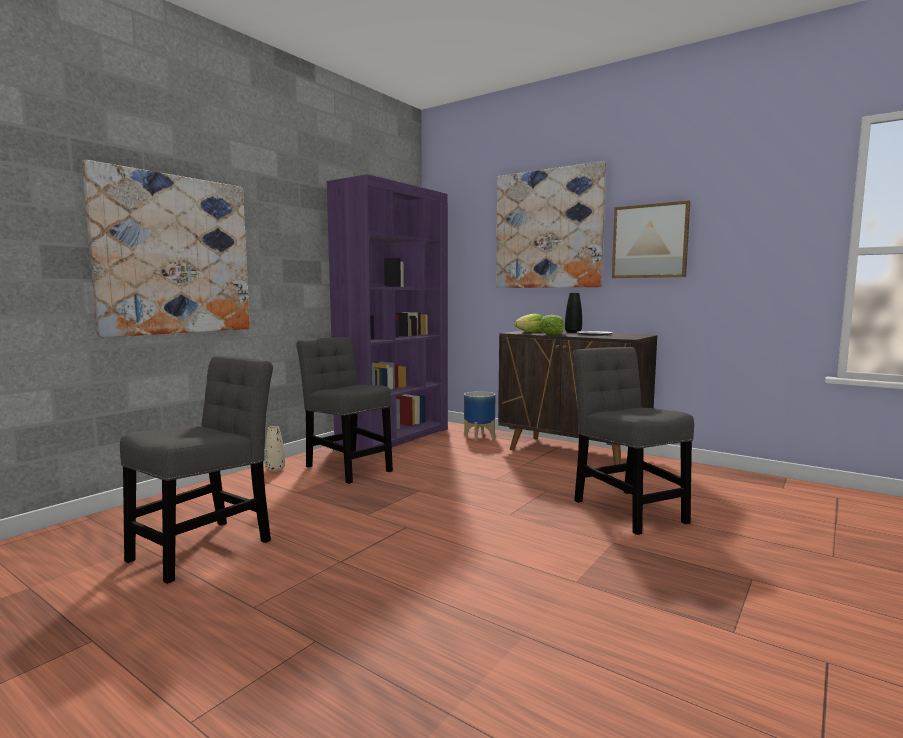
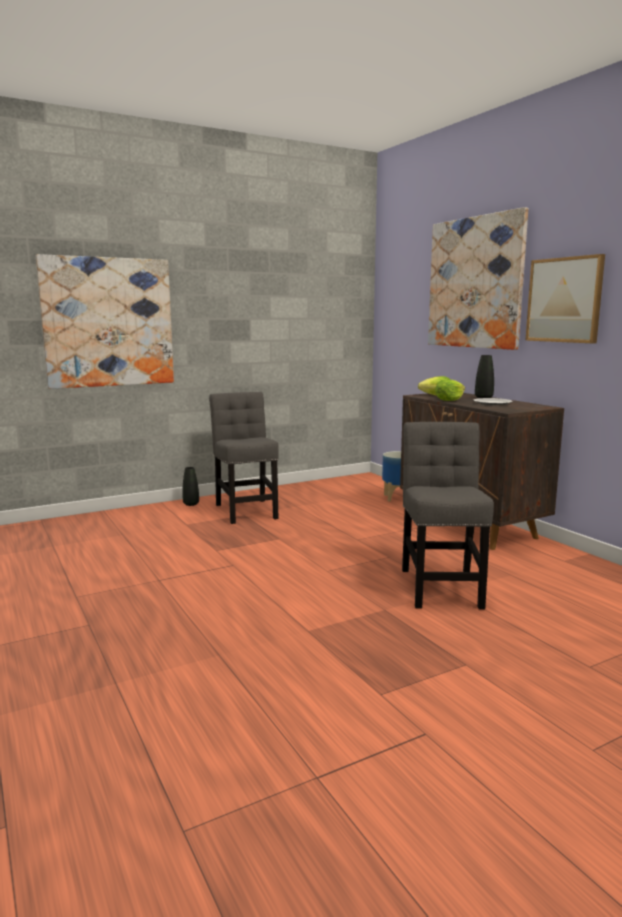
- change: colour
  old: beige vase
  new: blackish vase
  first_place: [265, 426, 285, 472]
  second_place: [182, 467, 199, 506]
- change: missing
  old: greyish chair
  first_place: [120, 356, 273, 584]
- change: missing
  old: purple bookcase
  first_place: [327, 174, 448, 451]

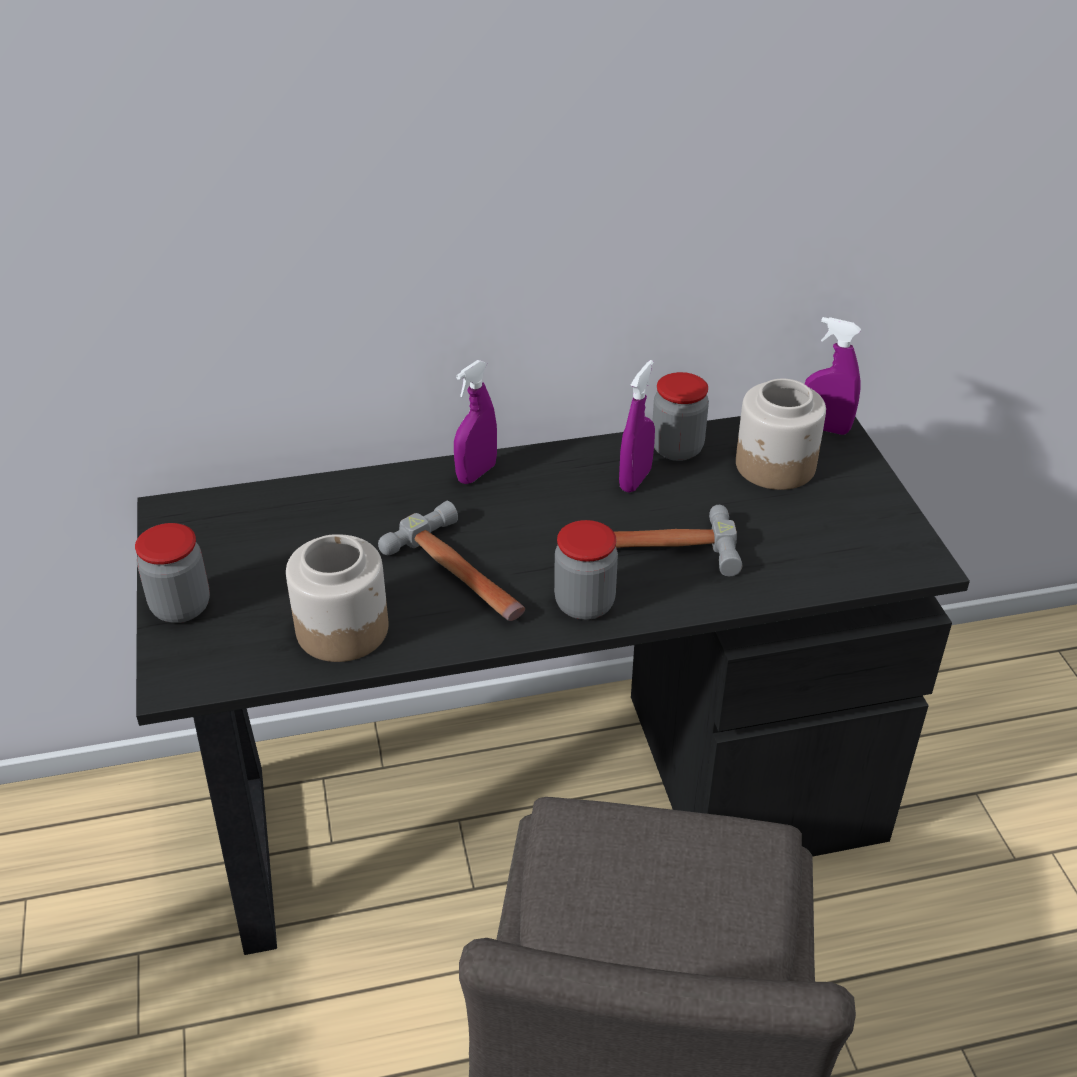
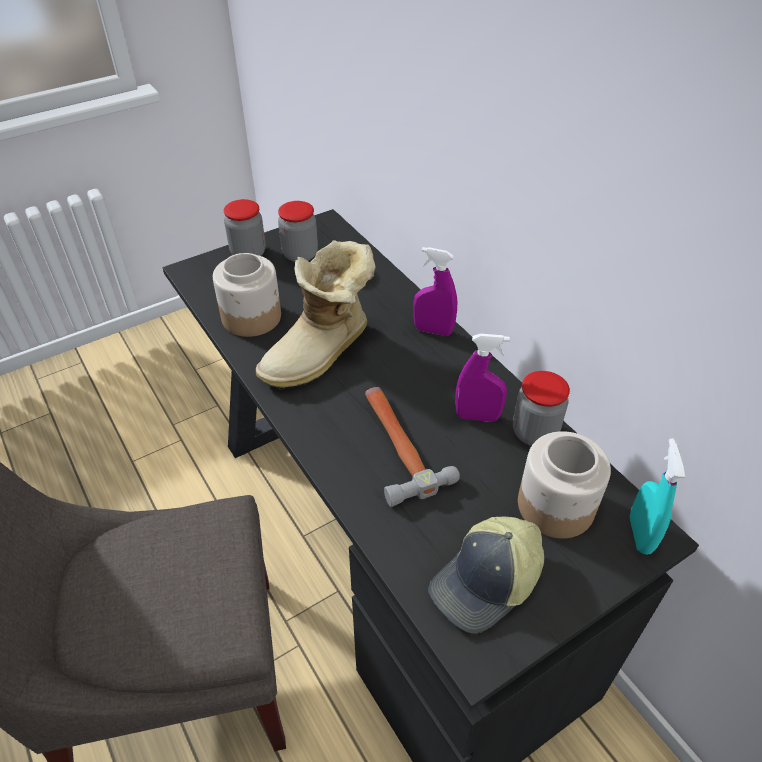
- change: exchanged
  old: hand hammer
  new: boot
  first_place: [378, 501, 525, 621]
  second_place: [256, 240, 376, 390]
- change: relocated
  old: preserve jar
  first_place: [554, 520, 618, 620]
  second_place: [278, 201, 318, 262]
- change: appeared
  new: peaked cap
  second_place: [428, 517, 544, 633]
- change: colour
  old: purple hand sprayer
  new: turquoise hand sprayer
  first_place: [805, 317, 861, 435]
  second_place: [630, 438, 685, 555]

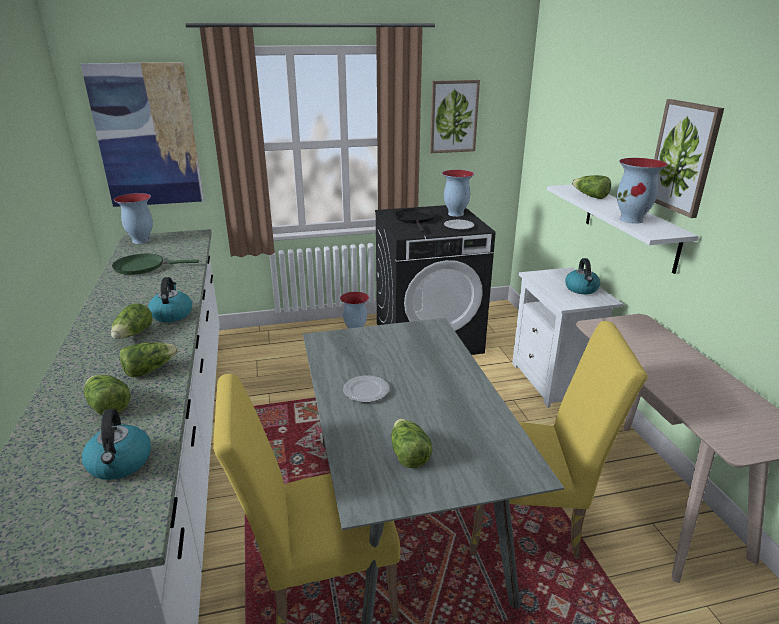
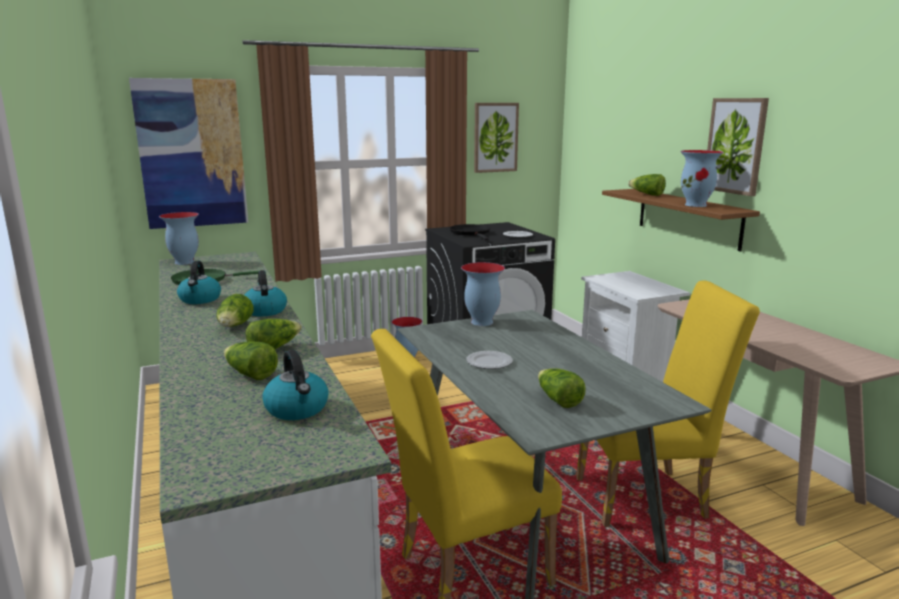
- change: relocated
  old: water kettle
  first_place: [565, 258, 600, 294]
  second_place: [177, 261, 221, 304]
- change: relocated
  old: vase
  first_place: [442, 170, 474, 217]
  second_place: [461, 262, 505, 326]
- change: colour
  old: white-coloured shelf
  new: brownish shelf
  first_place: [547, 185, 699, 274]
  second_place: [602, 189, 760, 251]

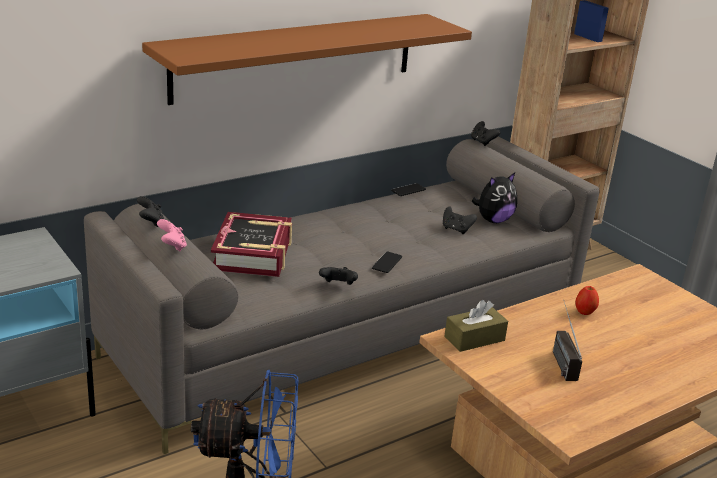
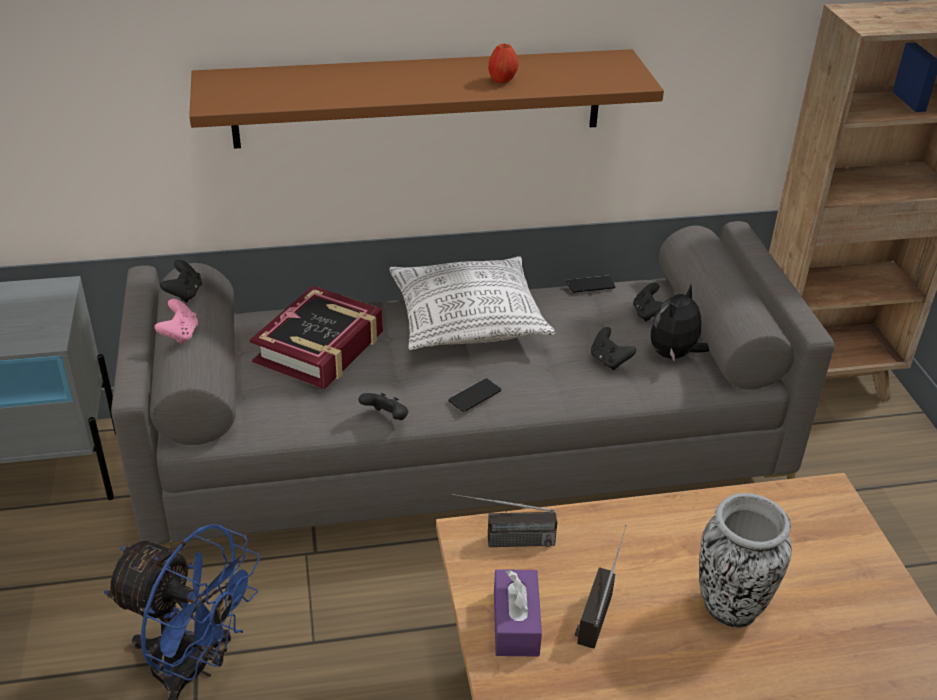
- change: appeared
  new: pillow
  second_place: [389, 256, 555, 350]
- change: exchanged
  old: brownish box of tissues
  new: radio set
  first_place: [444, 300, 508, 352]
  second_place: [452, 494, 557, 547]
- change: relocated
  old: apple fruit
  first_place: [575, 286, 599, 315]
  second_place: [488, 43, 519, 83]
- change: appeared
  new: purple box of tissues
  second_place: [494, 569, 542, 657]
- change: relocated
  old: blackish game controller
  first_place: [471, 121, 501, 146]
  second_place: [633, 283, 663, 322]
- change: spun
  old: cuddly toy
  first_place: [472, 173, 517, 223]
  second_place: [651, 284, 709, 362]
  degrees: 135
- change: appeared
  new: vase
  second_place: [699, 493, 792, 628]

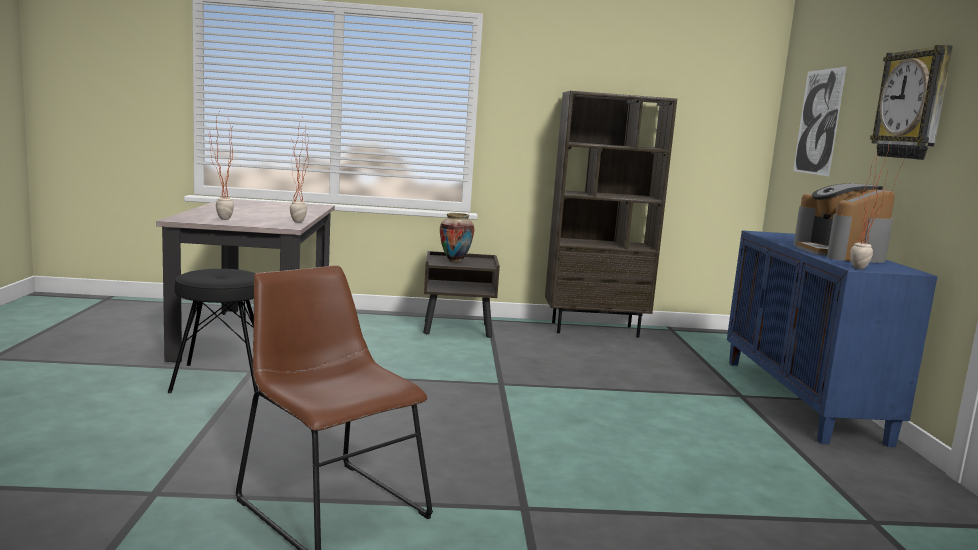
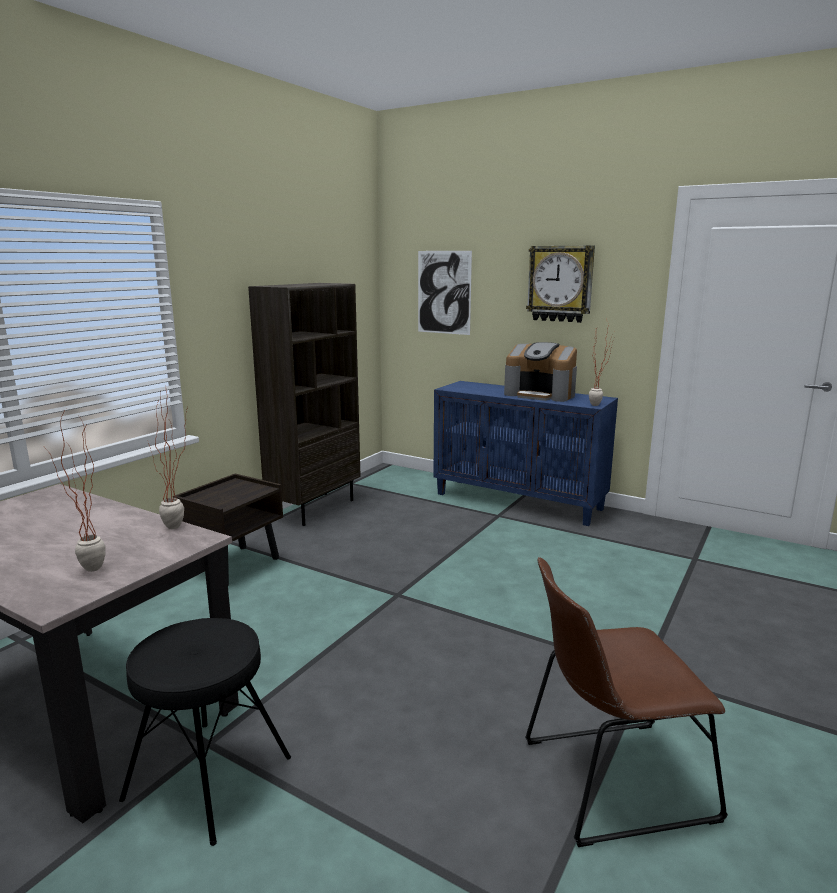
- change: missing
  old: vase
  first_place: [440, 213, 474, 263]

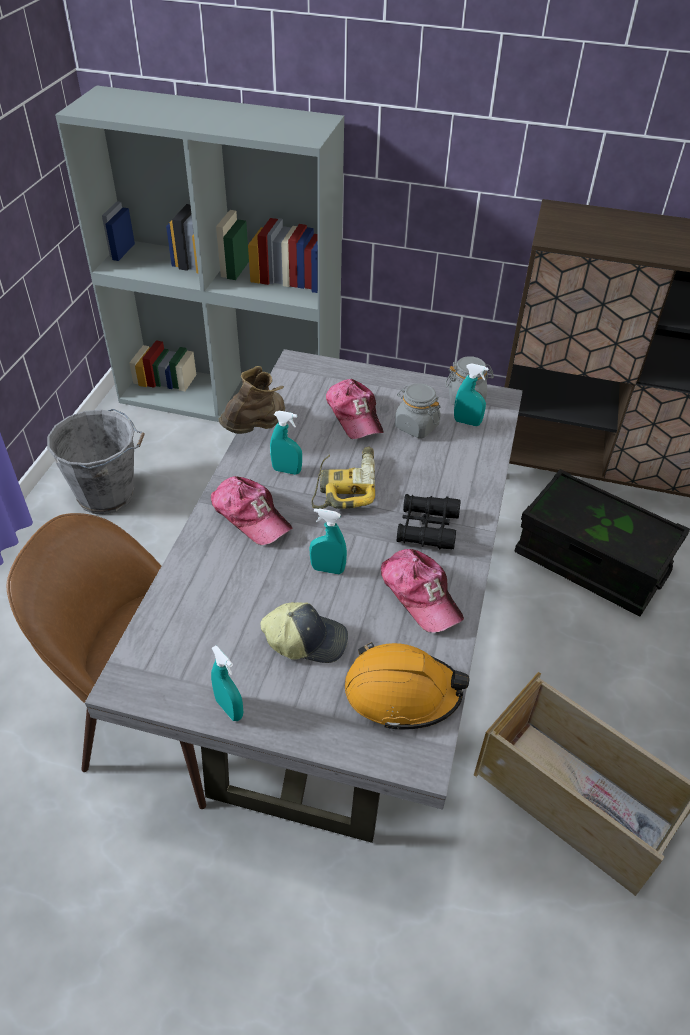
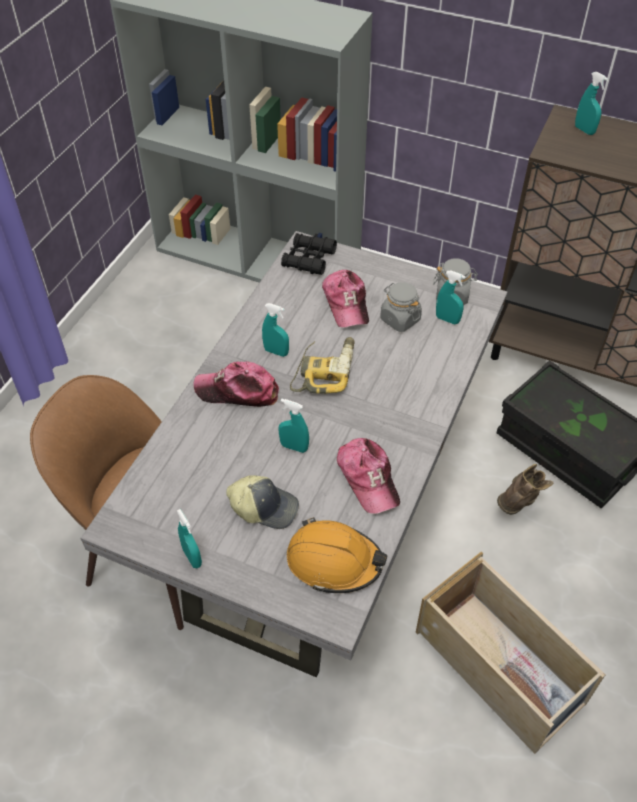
- change: spun
  old: peaked cap
  first_place: [211, 476, 292, 545]
  second_place: [193, 361, 279, 407]
  degrees: 135
- change: relocated
  old: blackish pair of binoculars
  first_place: [397, 494, 461, 549]
  second_place: [281, 233, 337, 275]
- change: relocated
  old: brownish boot
  first_place: [219, 366, 285, 434]
  second_place: [497, 464, 553, 515]
- change: appeared
  new: turquoise hand sprayer
  second_place: [575, 72, 608, 135]
- change: missing
  old: greyish bucket
  first_place: [47, 409, 145, 514]

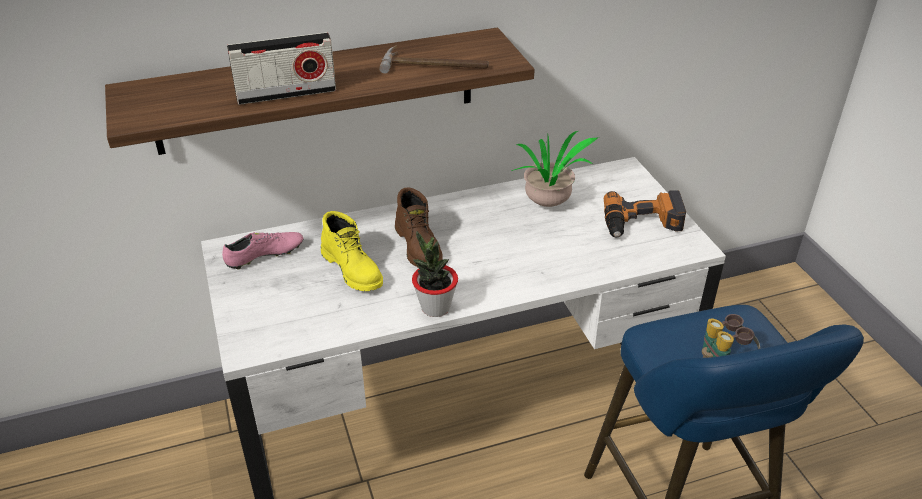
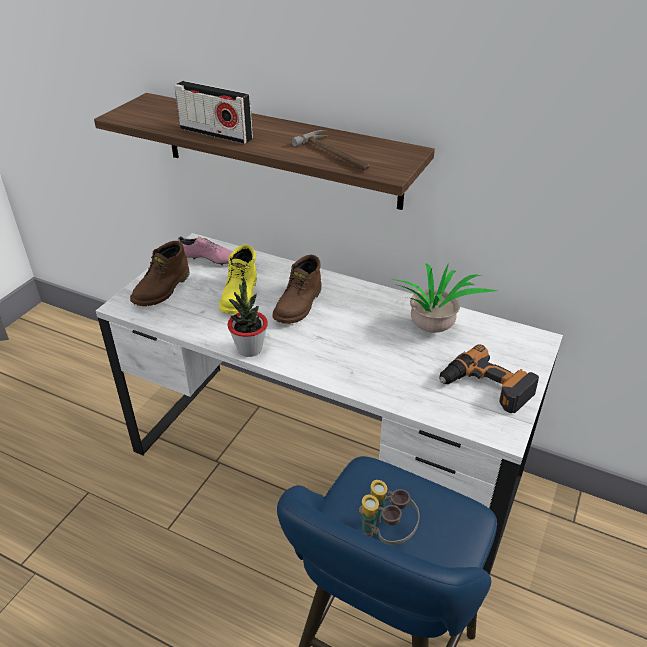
- change: appeared
  new: brownish boot
  second_place: [130, 241, 190, 306]

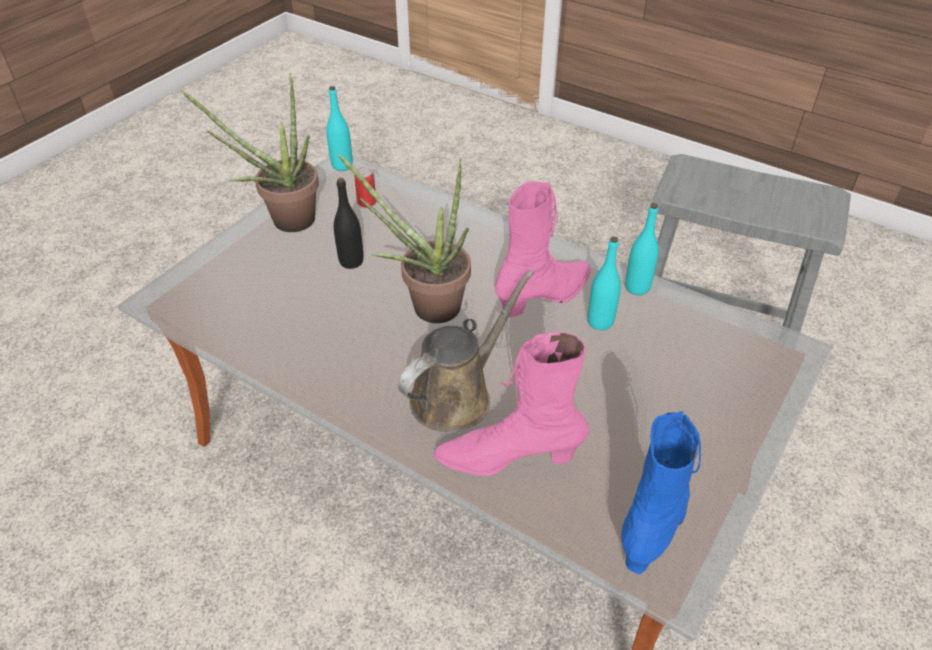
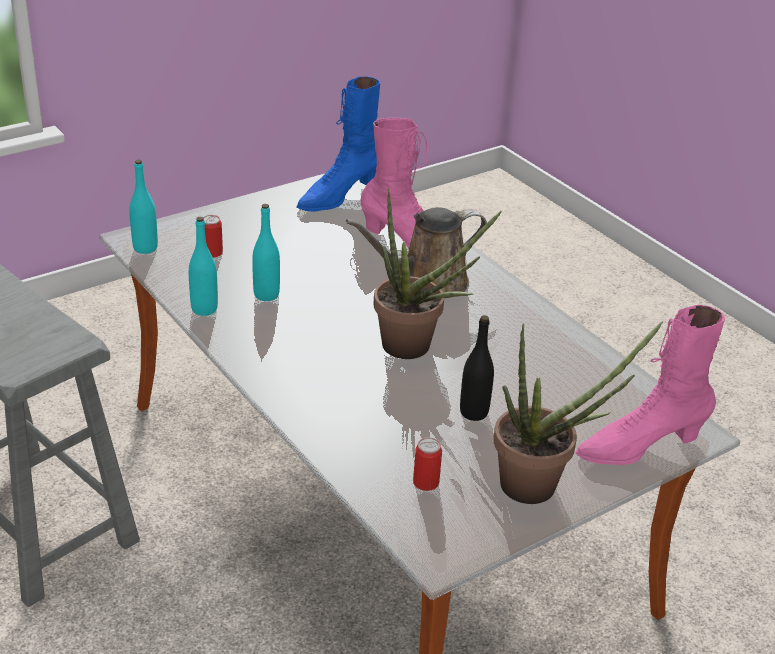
- change: relocated
  old: turquoise beverage bottle
  first_place: [326, 86, 353, 171]
  second_place: [129, 160, 158, 254]
- change: appeared
  new: can
  second_place: [203, 215, 223, 258]
- change: relocated
  old: pink-coloured boot
  first_place: [495, 181, 591, 317]
  second_place: [575, 305, 725, 465]

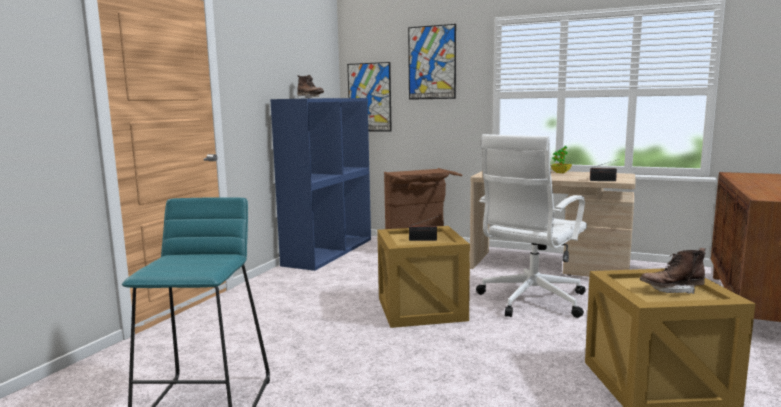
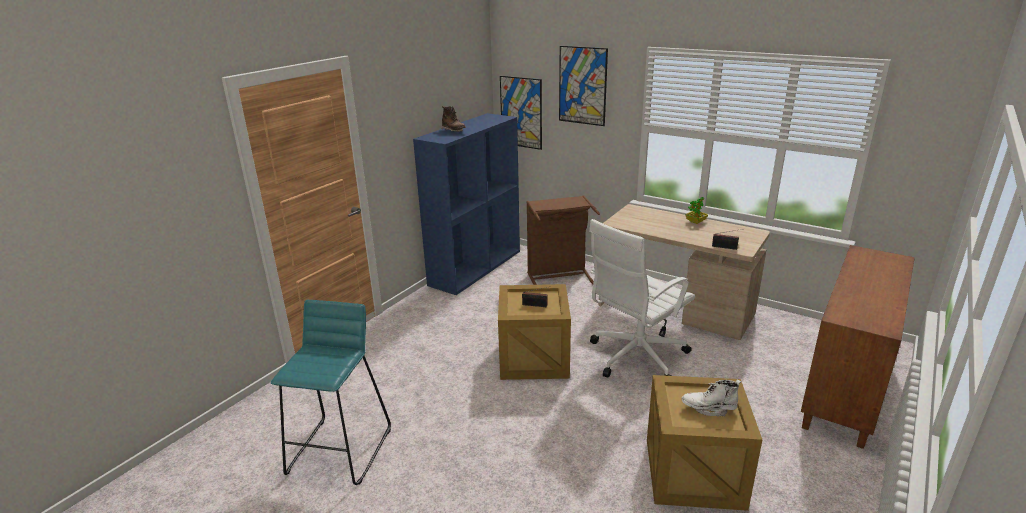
- change: colour
  old: brownish boot
  new: white-coloured boot
  first_place: [640, 248, 706, 294]
  second_place: [681, 379, 741, 416]

